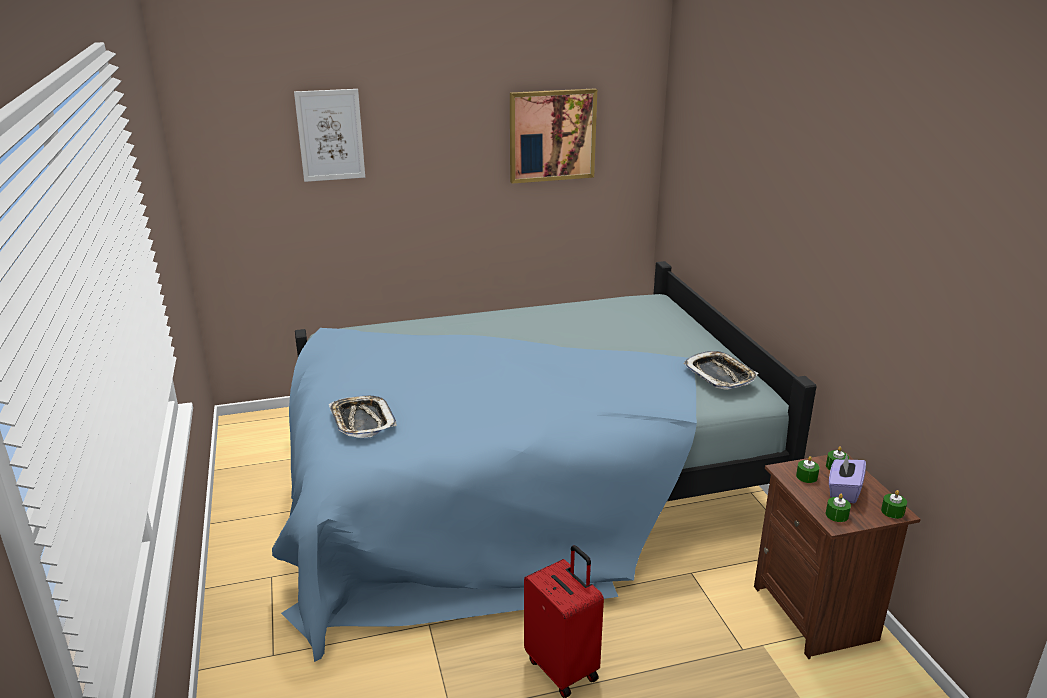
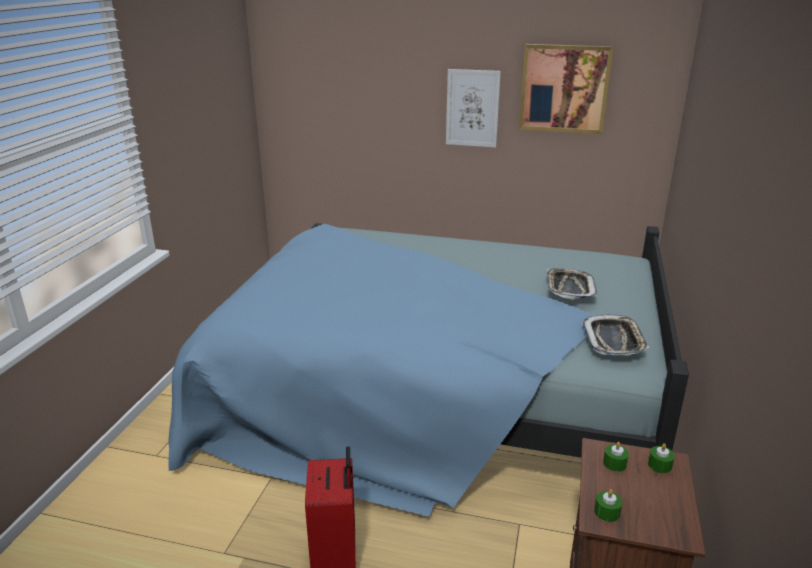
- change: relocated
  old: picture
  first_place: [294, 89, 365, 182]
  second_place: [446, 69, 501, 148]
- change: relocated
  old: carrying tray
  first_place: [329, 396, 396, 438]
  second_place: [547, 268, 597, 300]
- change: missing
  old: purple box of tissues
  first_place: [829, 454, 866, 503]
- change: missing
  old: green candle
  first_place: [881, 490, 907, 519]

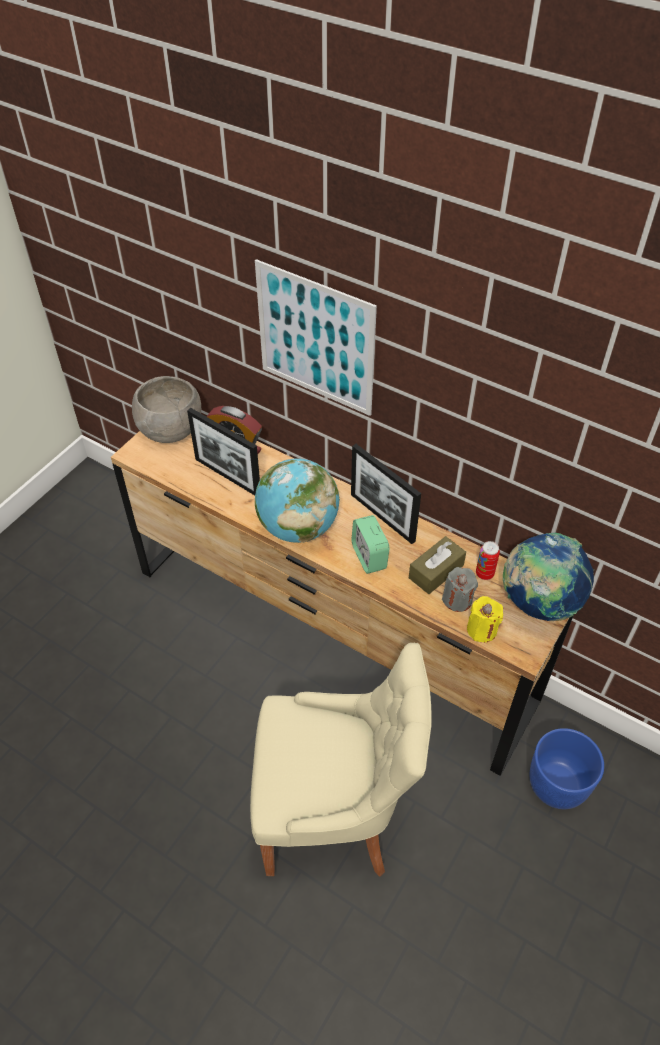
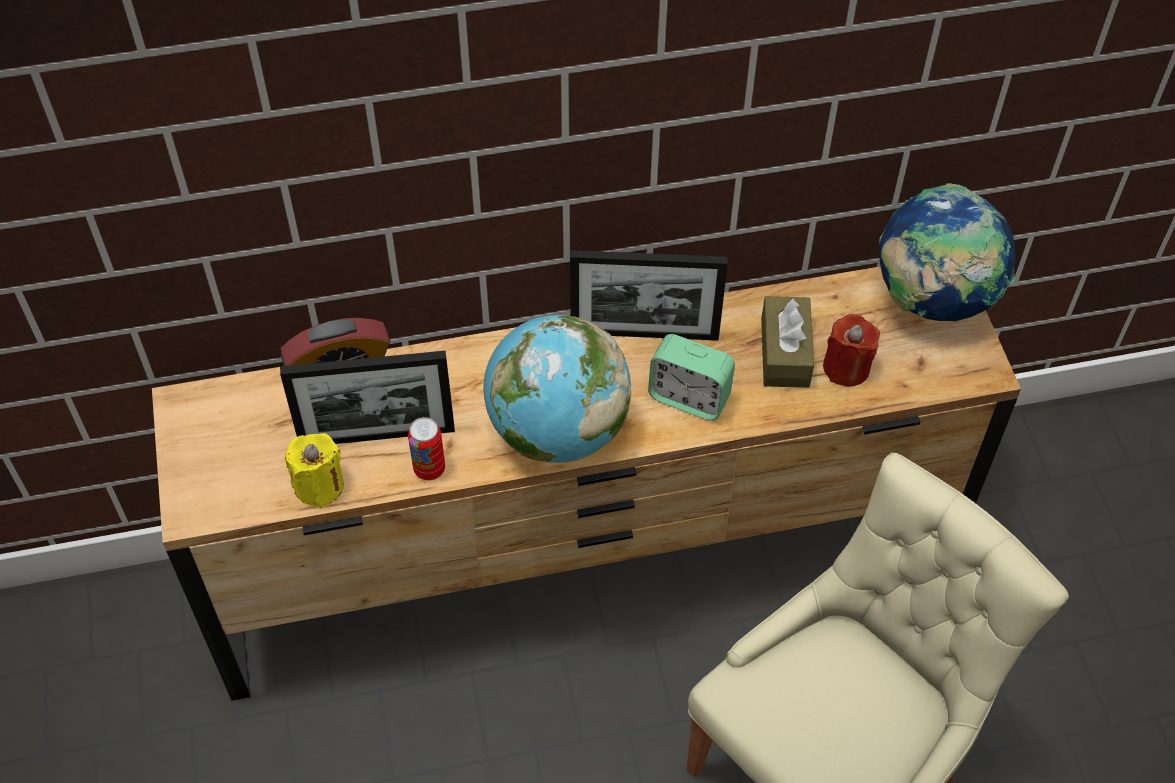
- change: relocated
  old: yellow-coloured candle
  first_place: [467, 596, 503, 643]
  second_place: [285, 433, 344, 508]
- change: relocated
  old: can
  first_place: [476, 541, 500, 580]
  second_place: [408, 417, 445, 481]
- change: colour
  old: greyish candle
  new: reddish candle
  first_place: [442, 567, 478, 612]
  second_place: [823, 314, 880, 386]
- change: missing
  old: greyish bowl
  first_place: [132, 376, 201, 443]
- change: missing
  old: picture
  first_place: [255, 259, 377, 416]
- change: missing
  old: bluish plant pot
  first_place: [529, 728, 604, 809]

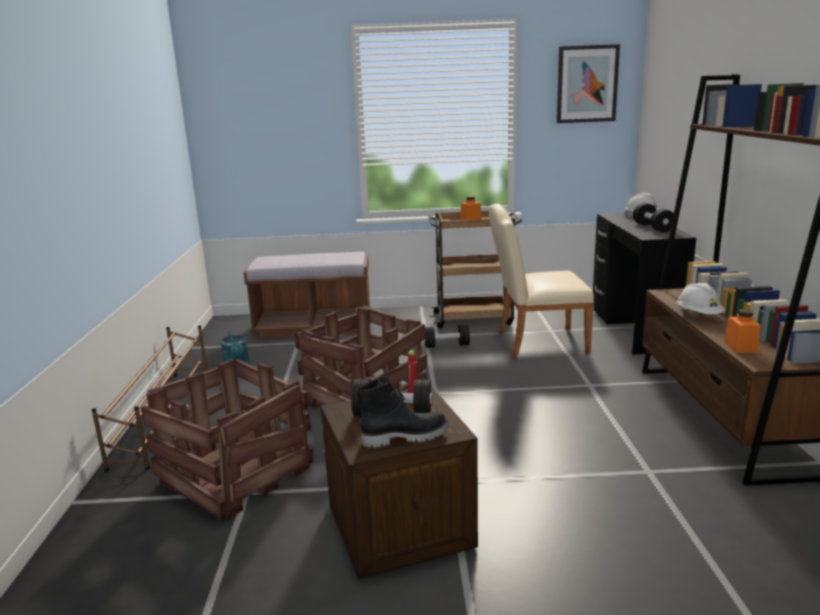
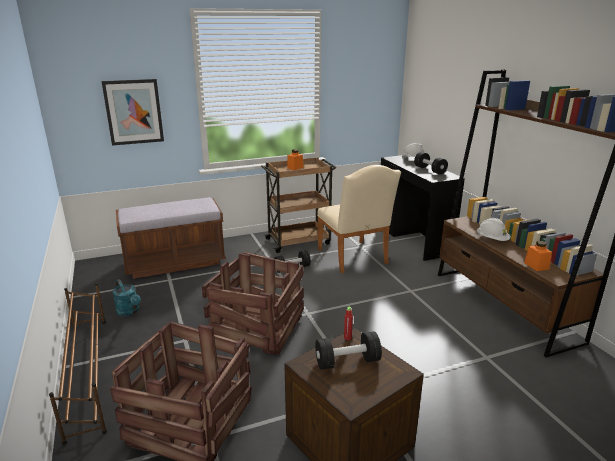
- change: relocated
  old: picture
  first_place: [557, 44, 620, 123]
  second_place: [101, 79, 164, 146]
- change: spun
  old: beige chair
  first_place: [489, 204, 594, 359]
  second_place: [317, 165, 401, 273]
  degrees: -90
- change: missing
  old: blackish boot
  first_place: [357, 376, 449, 448]

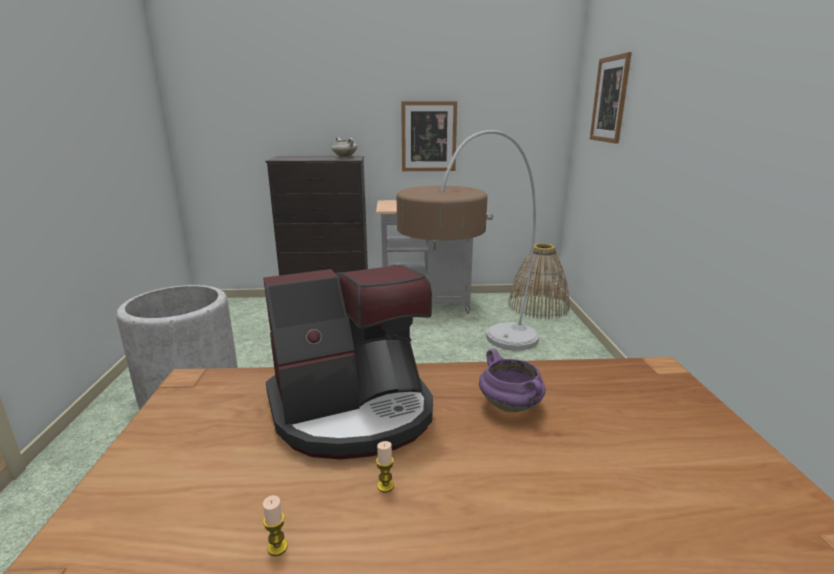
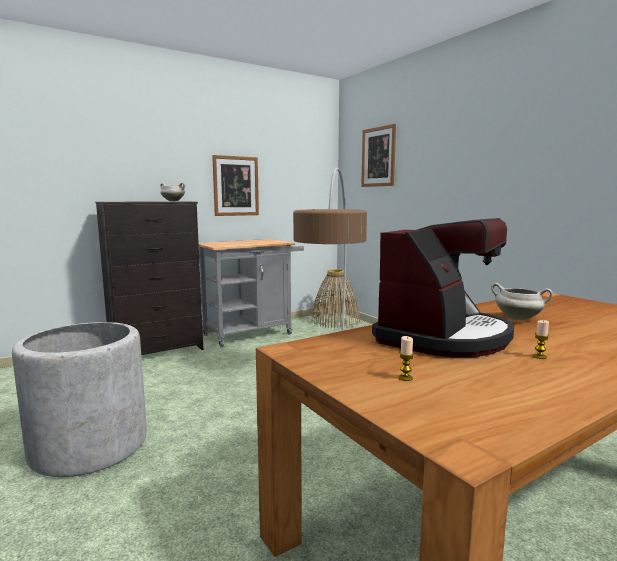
- change: relocated
  old: candle
  first_place: [263, 495, 288, 556]
  second_place: [398, 336, 414, 381]
- change: colour
  old: purple cooking pot
  new: white-coloured cooking pot
  first_place: [479, 349, 546, 412]
  second_place: [491, 283, 553, 320]

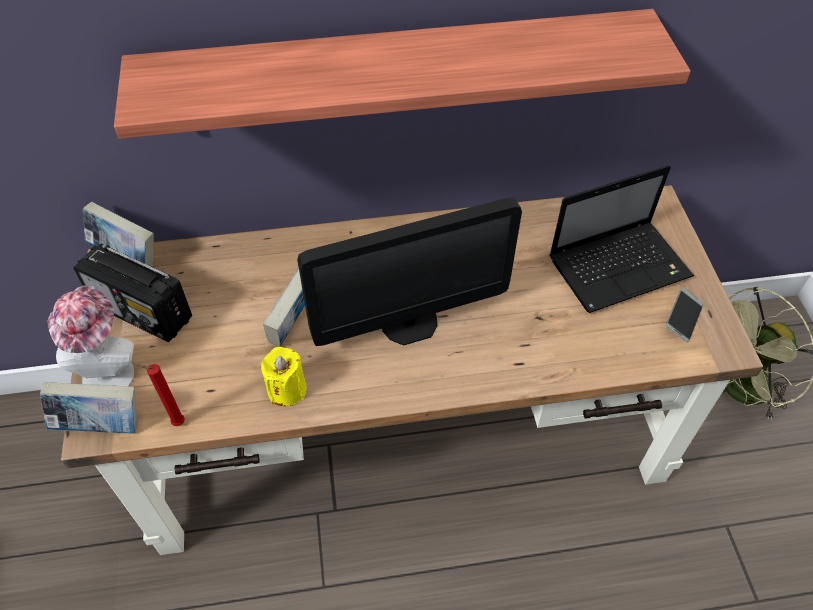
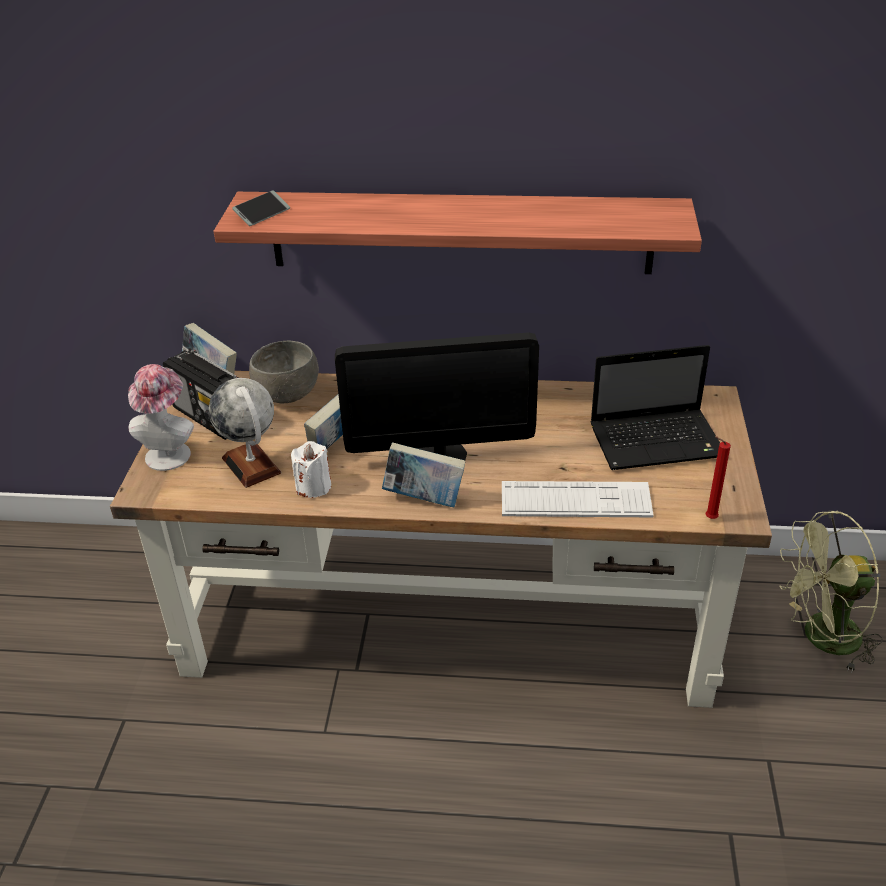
- change: appeared
  new: world globe
  second_place: [209, 378, 282, 488]
- change: relocated
  old: telephone
  first_place: [666, 288, 703, 343]
  second_place: [232, 191, 290, 226]
- change: appeared
  new: greyish bowl
  second_place: [249, 341, 319, 403]
- change: colour
  old: yellow-coloured candle
  new: white-coloured candle
  first_place: [261, 347, 307, 406]
  second_place: [291, 441, 331, 498]
- change: relocated
  old: bound book
  first_place: [40, 382, 138, 434]
  second_place: [382, 442, 465, 508]
- change: appeared
  new: computer keyboard
  second_place: [502, 481, 654, 517]
- change: relocated
  old: reddish candle
  first_place: [136, 364, 185, 426]
  second_place: [706, 436, 731, 519]

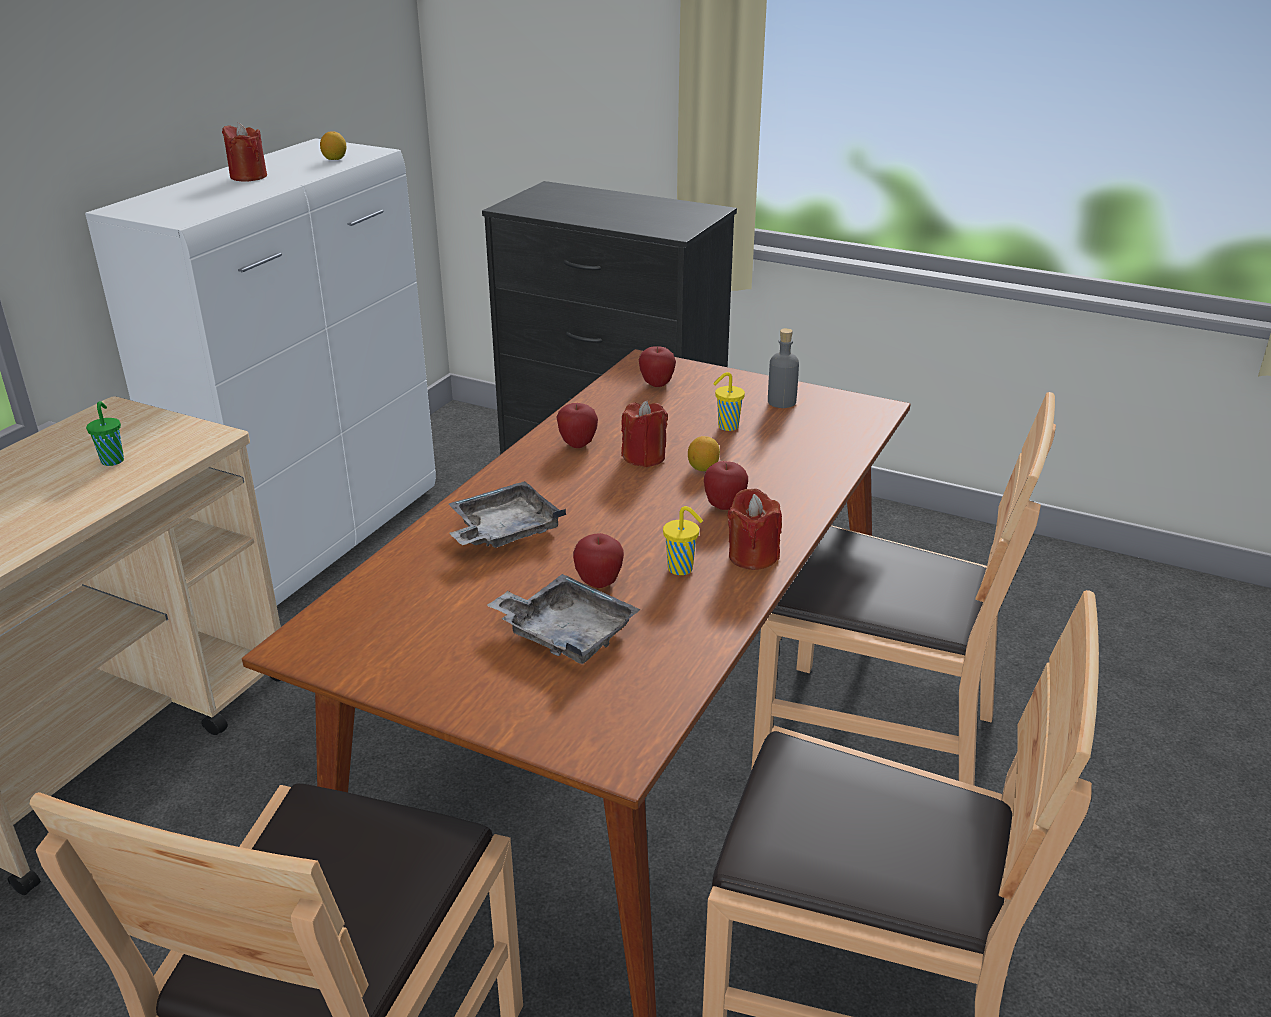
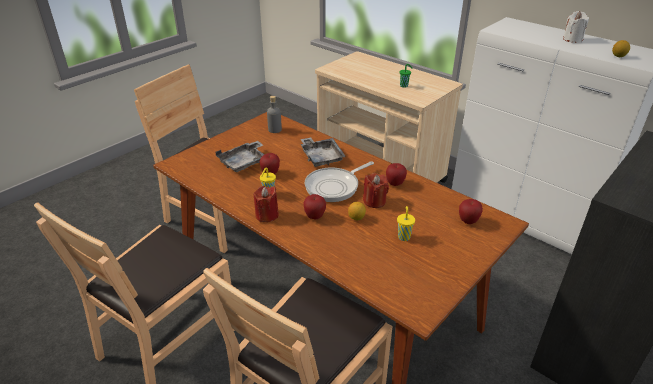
- change: relocated
  old: greyish beverage bottle
  first_place: [768, 328, 799, 408]
  second_place: [267, 96, 282, 133]
- change: appeared
  new: skillet
  second_place: [305, 161, 374, 202]
- change: colour
  old: reddish candle
  new: white-coloured candle
  first_place: [222, 123, 267, 182]
  second_place: [563, 11, 589, 43]

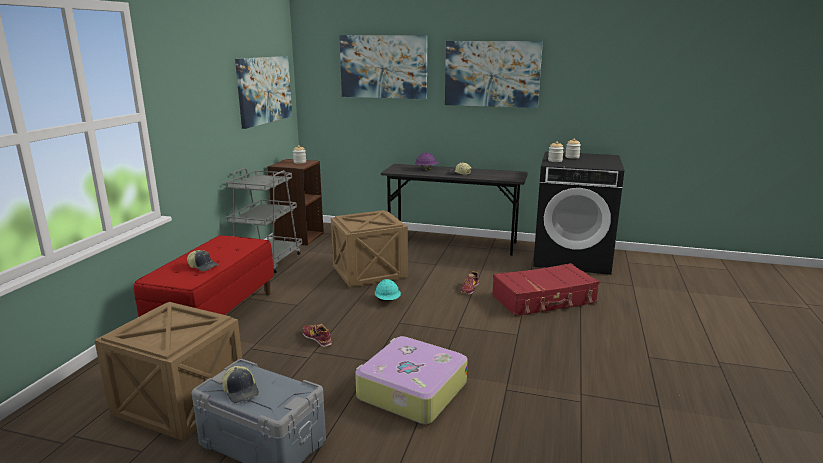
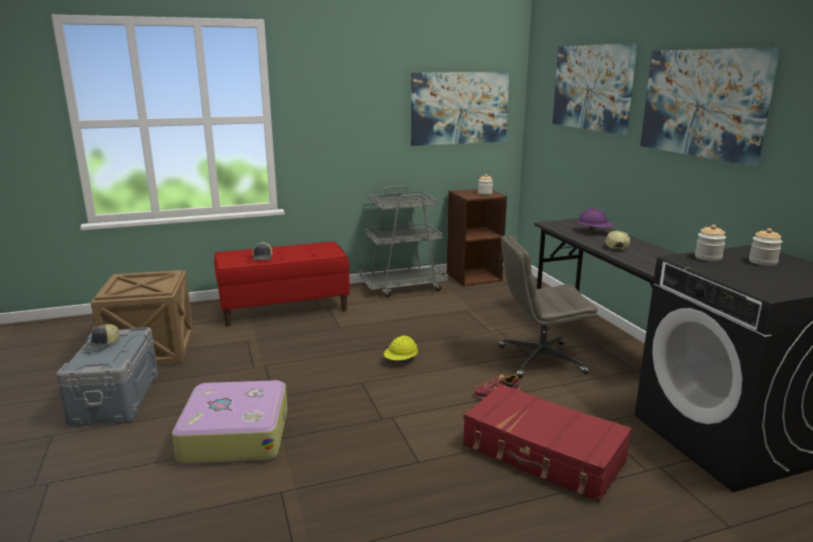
- change: colour
  old: turquoise work helmet
  new: yellow-coloured work helmet
  first_place: [375, 279, 401, 301]
  second_place: [384, 336, 418, 362]
- change: appeared
  new: greyish office chair
  second_place: [499, 235, 598, 378]
- change: missing
  old: low shoe
  first_place: [303, 324, 332, 347]
- change: missing
  old: packing crate
  first_place: [331, 210, 408, 287]

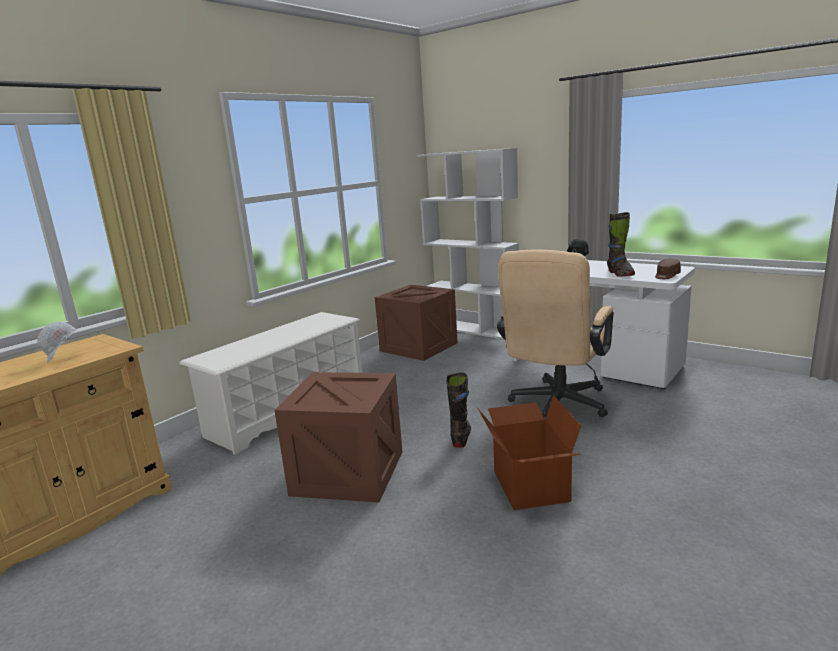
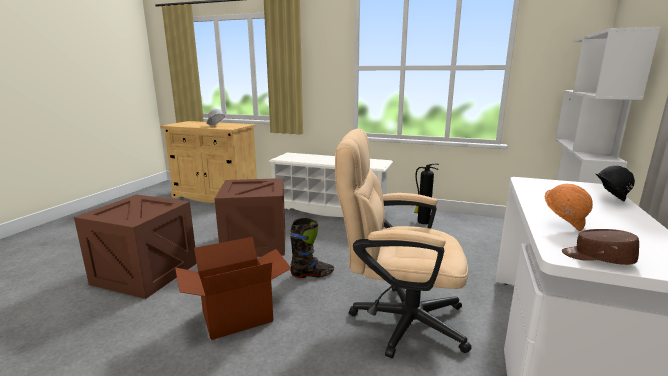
- change: relocated
  old: packing crate
  first_place: [375, 285, 458, 361]
  second_place: [74, 194, 197, 299]
- change: appeared
  new: fire-fighting cylinder
  second_place: [414, 164, 439, 224]
- change: exchanged
  old: blackish boot
  new: orange work helmet
  first_place: [607, 212, 635, 277]
  second_place: [545, 184, 593, 231]

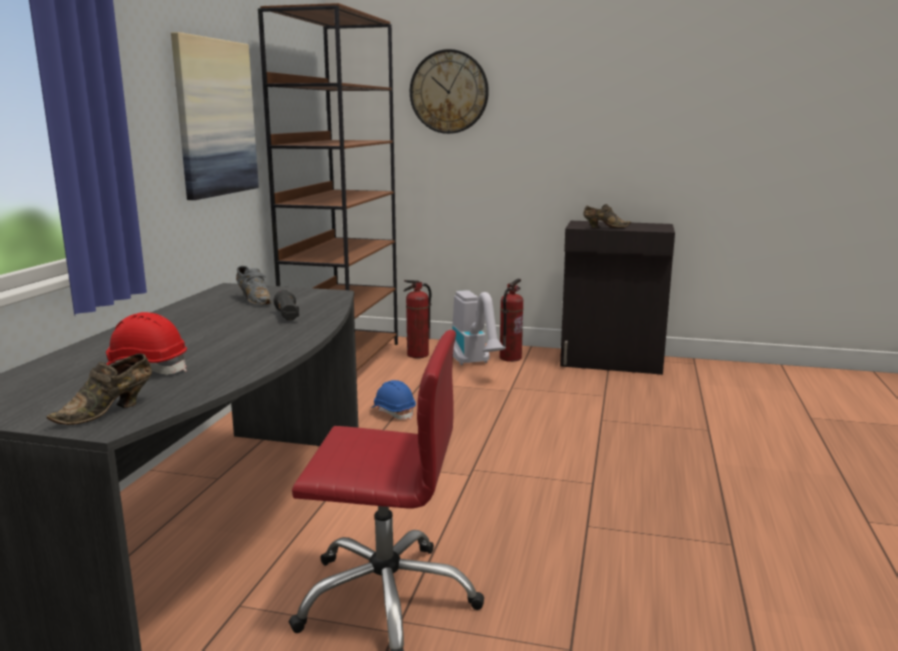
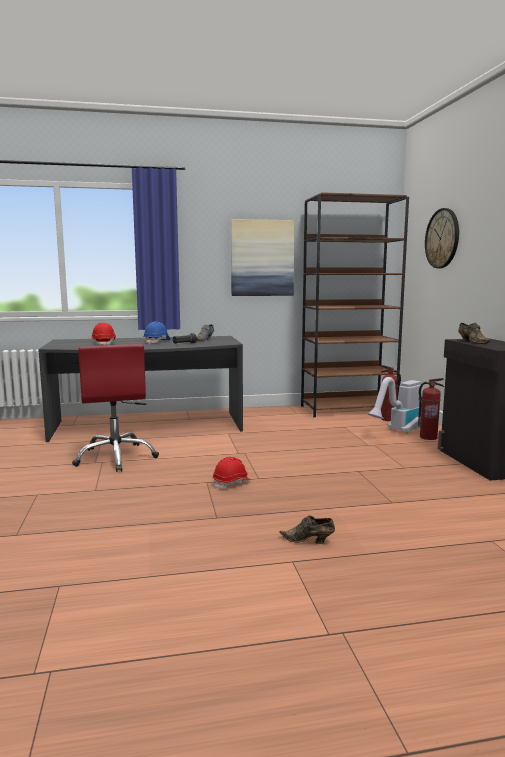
- change: relocated
  old: bluish work helmet
  first_place: [371, 380, 416, 420]
  second_place: [143, 322, 170, 344]
- change: appeared
  new: reddish work helmet
  second_place: [213, 457, 250, 489]
- change: relocated
  old: brownish low shoe
  first_place: [46, 353, 152, 425]
  second_place: [279, 515, 335, 544]

